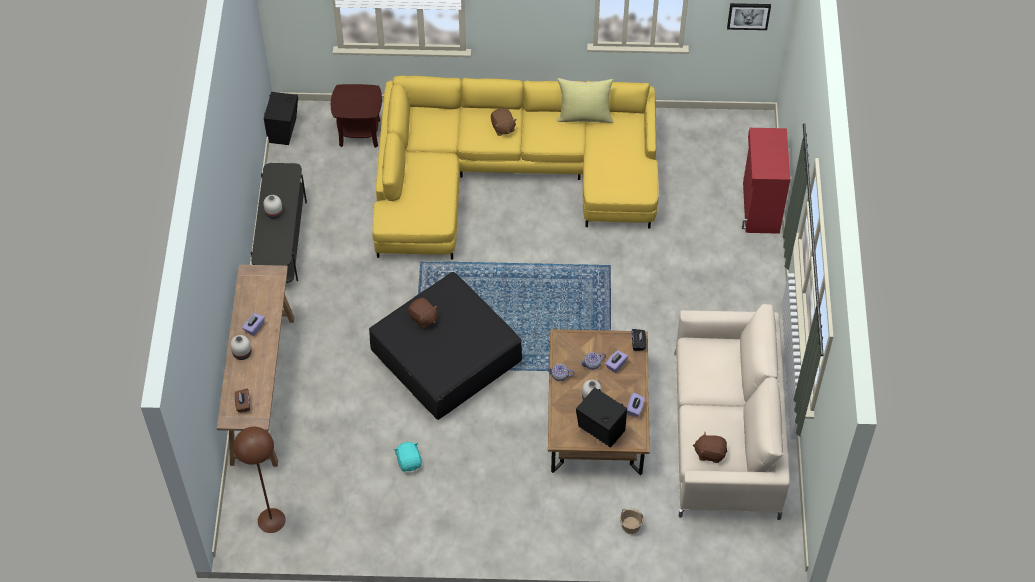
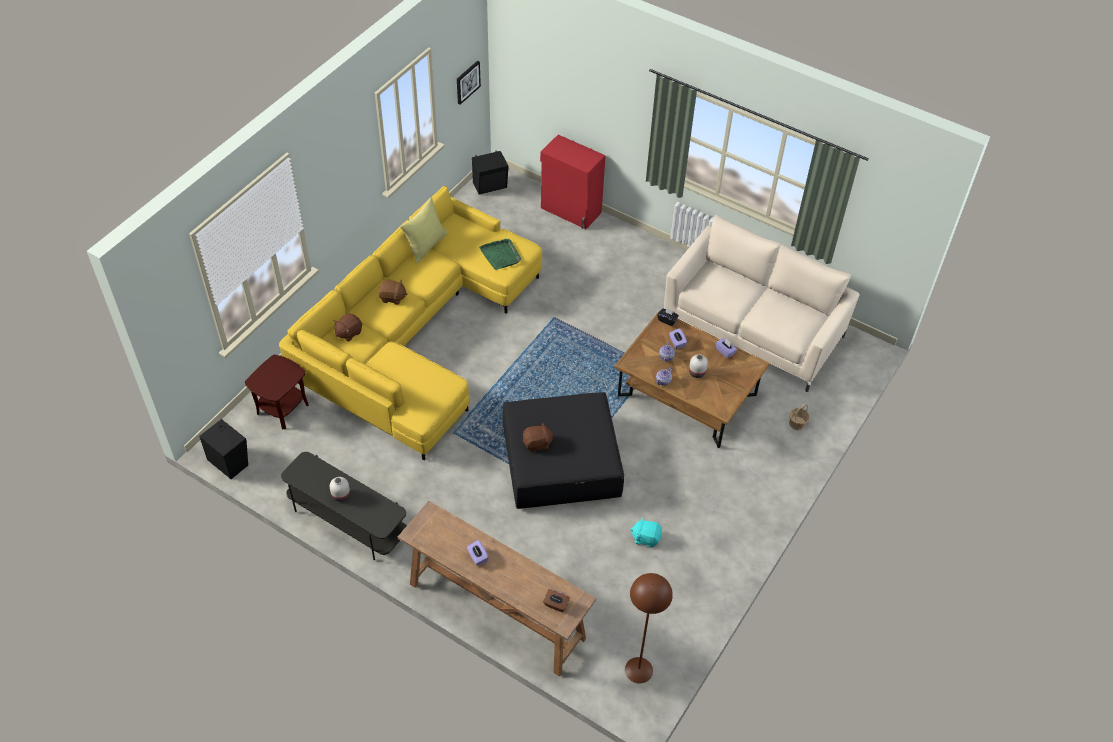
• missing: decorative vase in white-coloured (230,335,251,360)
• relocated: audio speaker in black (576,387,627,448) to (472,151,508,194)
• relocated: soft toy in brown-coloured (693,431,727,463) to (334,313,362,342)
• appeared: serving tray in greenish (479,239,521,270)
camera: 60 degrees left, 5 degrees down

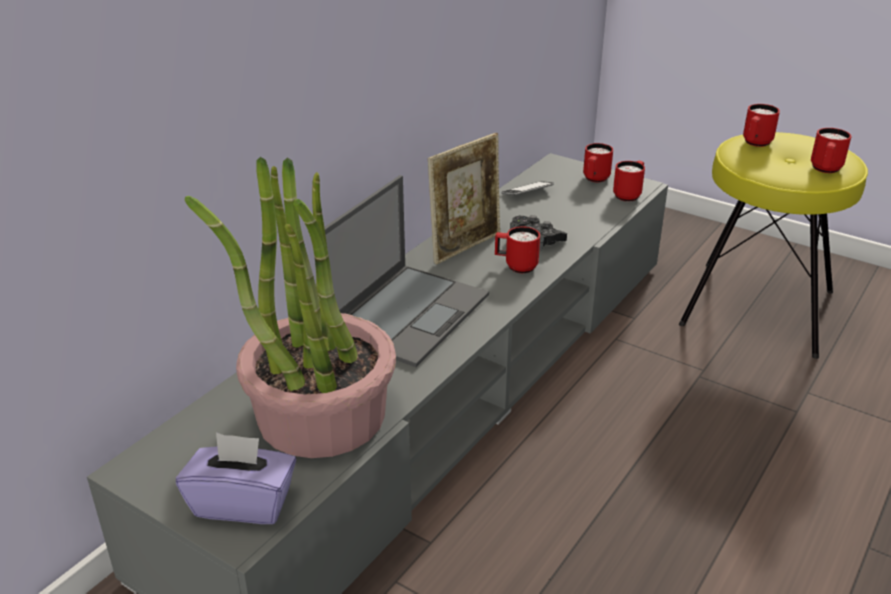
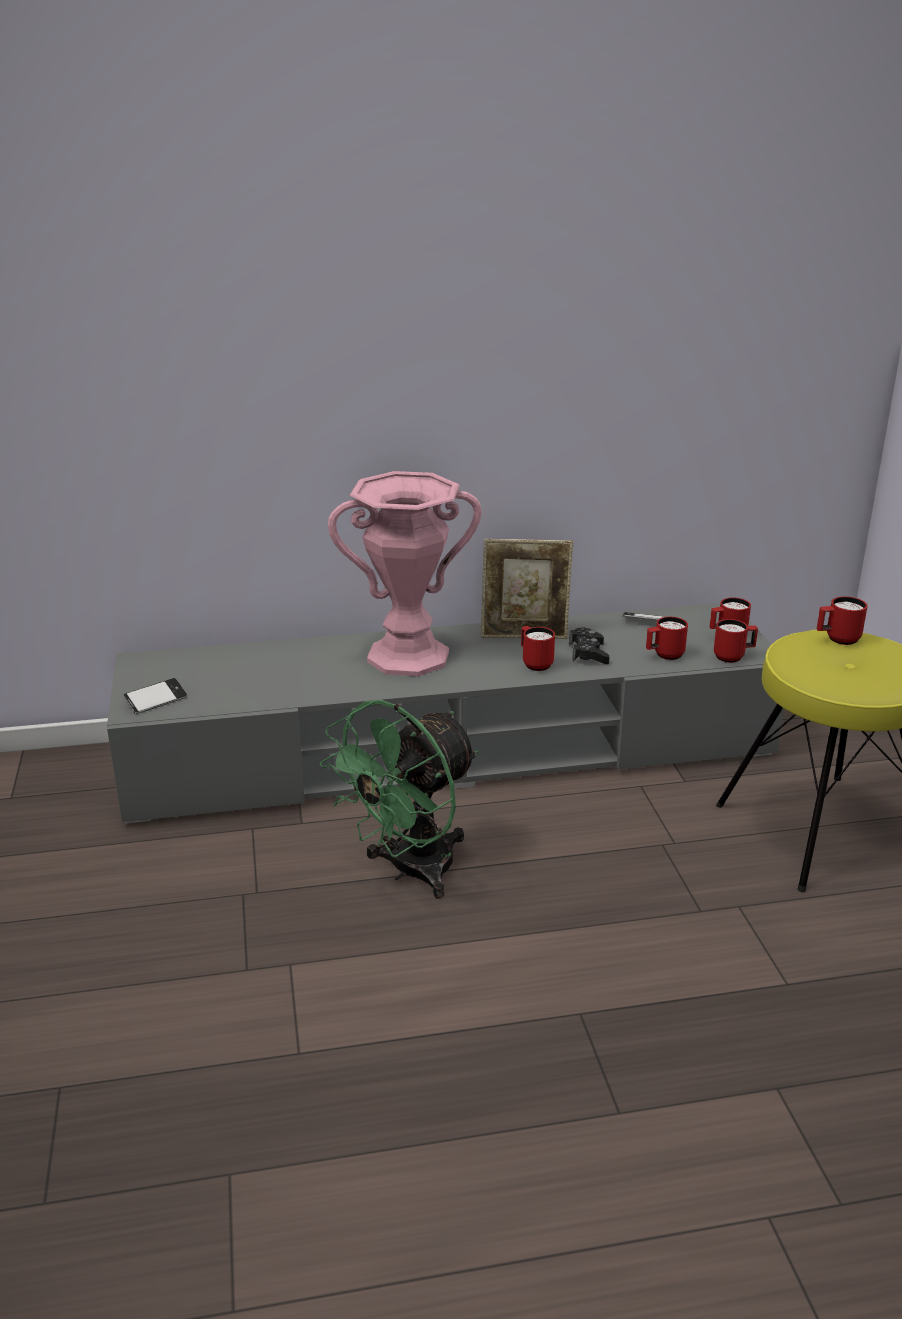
• exchanged: box of tissues in purplish (176,432,296,524) to handset (123,678,187,714)
• missing: houseplant (185,157,396,458)
• exchanged: portable computer (324,175,489,367) to decorative vase in pink-coloured (328,471,482,677)
• relocated: coffee mug in reddish (811,128,851,173) to (646,617,688,660)
• appeared: electric fan in greenish (320,700,478,898)
camera: 45 degrees right, 5 degrees down

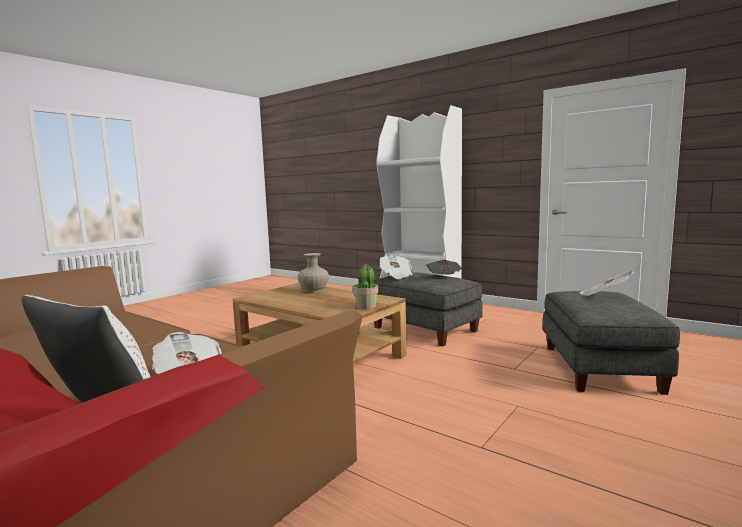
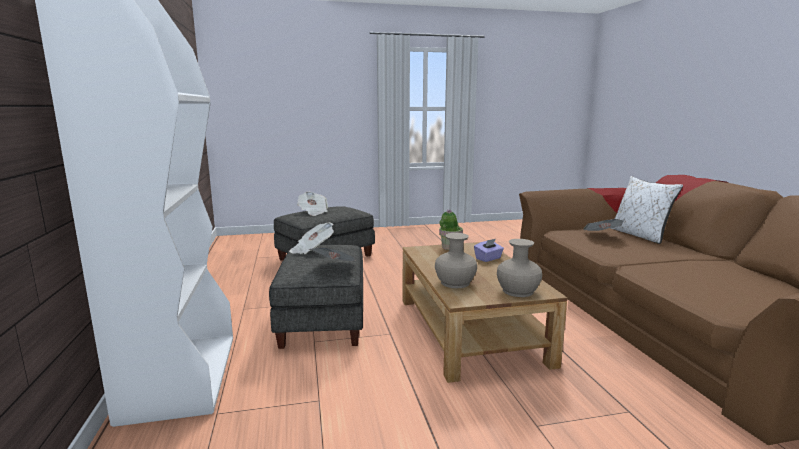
• appeared: box of tissues in purplish (474,239,504,262)
• appeared: decorative vase in beige-coloured (497,239,542,297)
camera: 140 degrees left, 5 degrees up

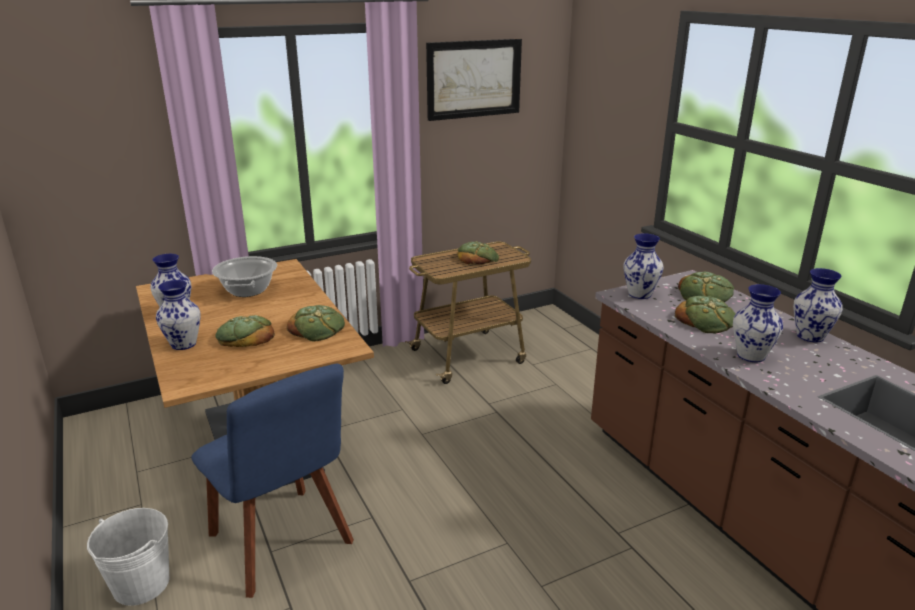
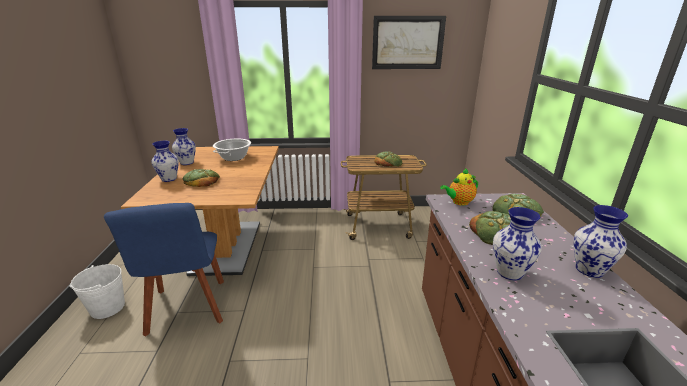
• missing: bakery bread (287,305,345,342)
• exchanged: decorative vase (624,233,664,299) to pot for tea (440,168,478,206)
camera: 25 degrees right, 0 degrees up

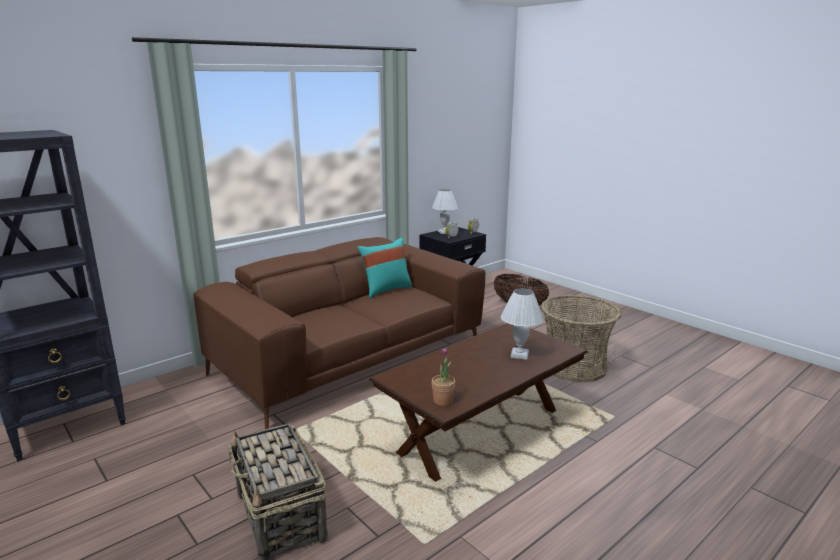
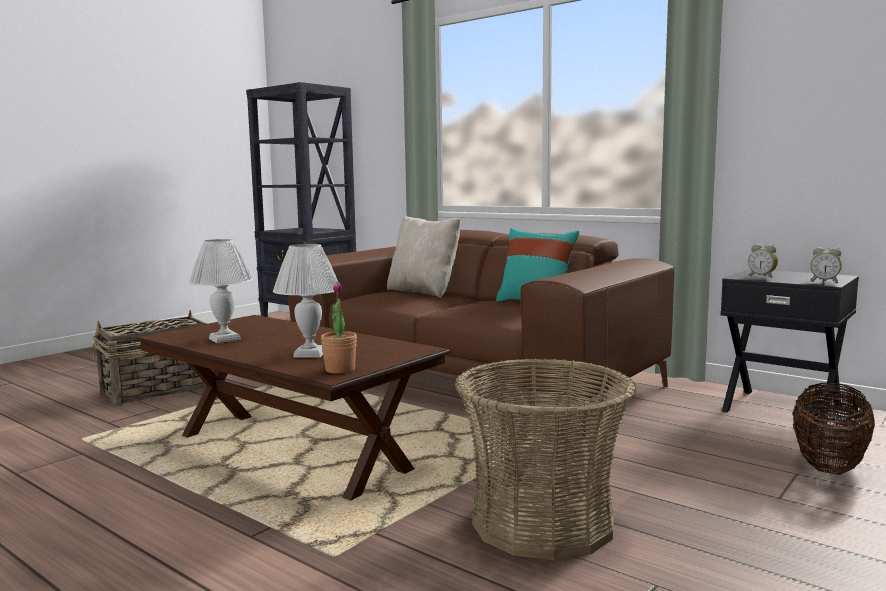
• relocated: table lamp in white-coloured (432,189,458,234) to (189,239,253,343)
• relocated: houseplant (432,347,455,406) to (321,282,357,374)
• appeared: throw pillow in beige-coloured (387,216,461,298)
camera: 80 degrees right, 10 degrees down

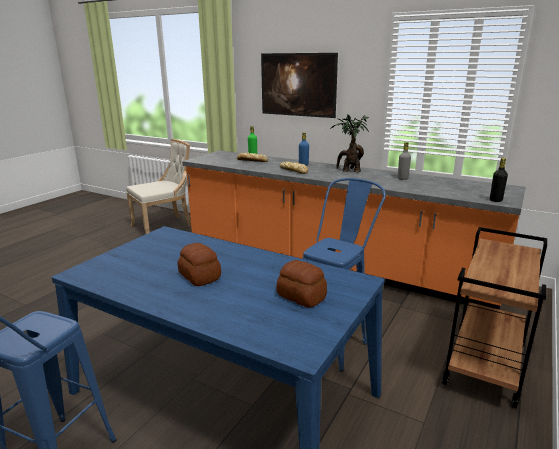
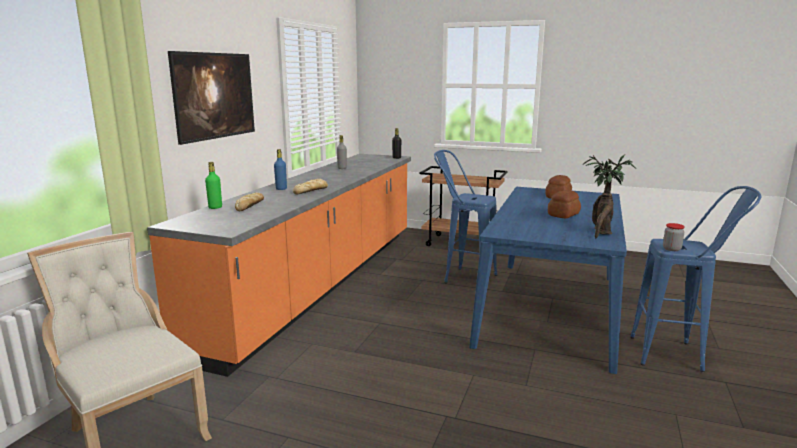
• relocated: houseplant (331,114,369,172) to (583,155,636,238)
• appeared: storage jar (663,223,685,251)
camera: 100 degrees left, 5 degrees down

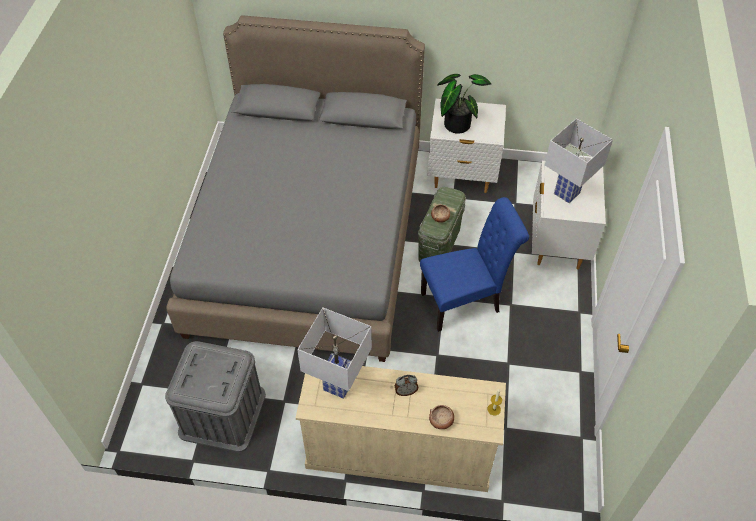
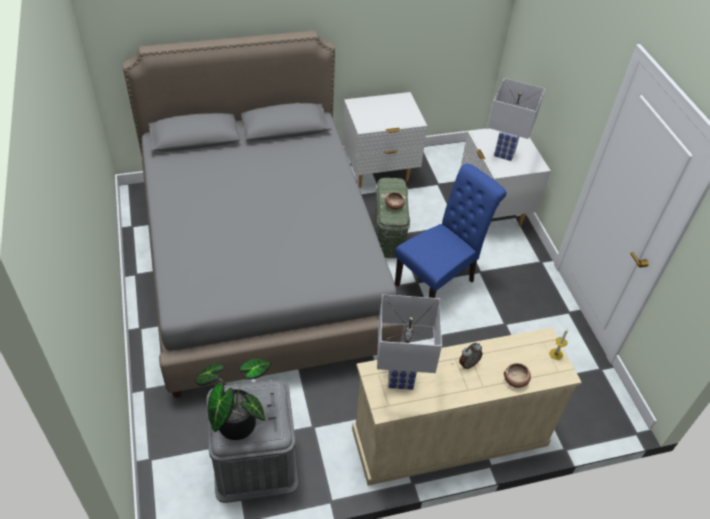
• relocated: houseplant (437,74,491,134) to (195,359,271,440)
camera: 25 degrees left, 5 degrees down

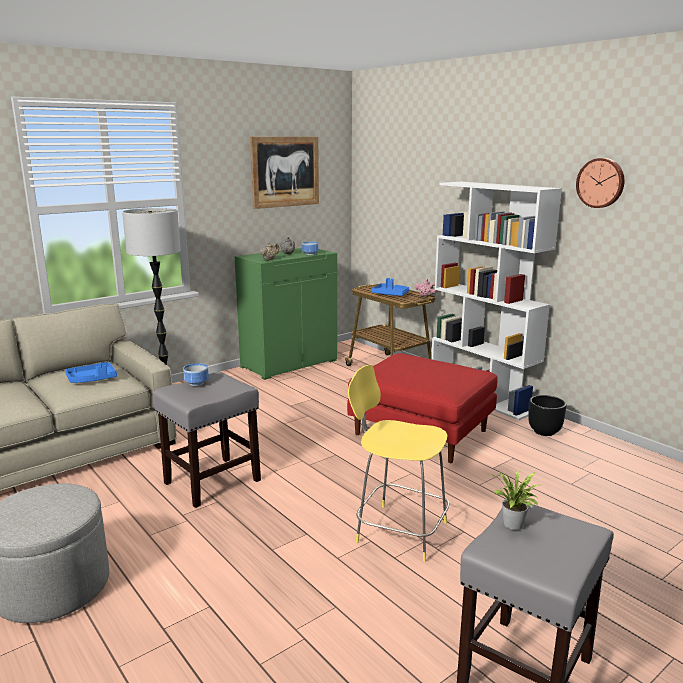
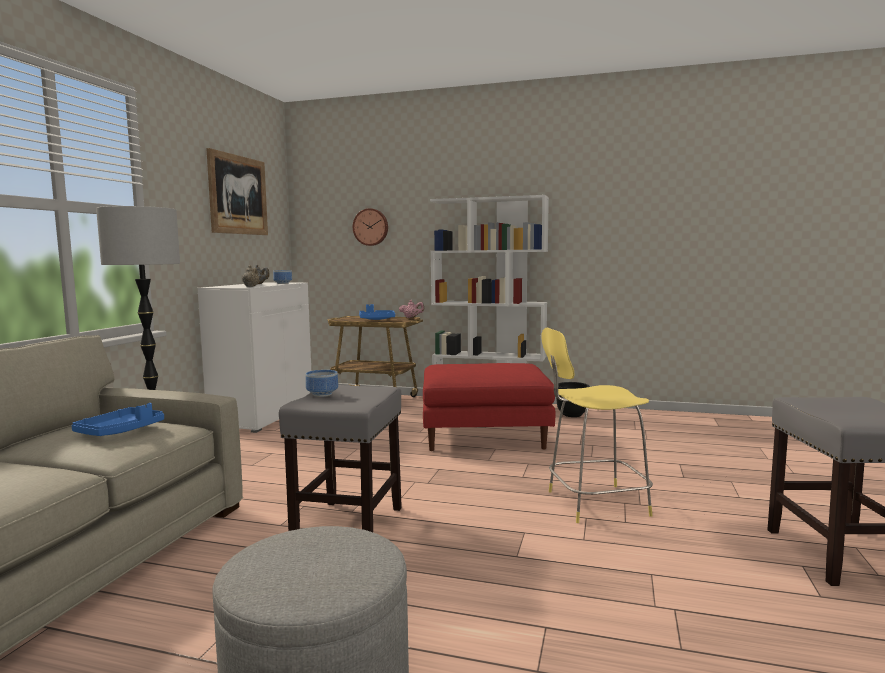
• colour: cabinet in greenish (235,248,337,380) to cabinet in white-coloured (198,282,311,433)
• missing: houseplant (489,470,540,530)
• relocated: wall clock (576,158,625,208) to (353,208,388,246)
camera: 35 degrees left, 10 degrees down

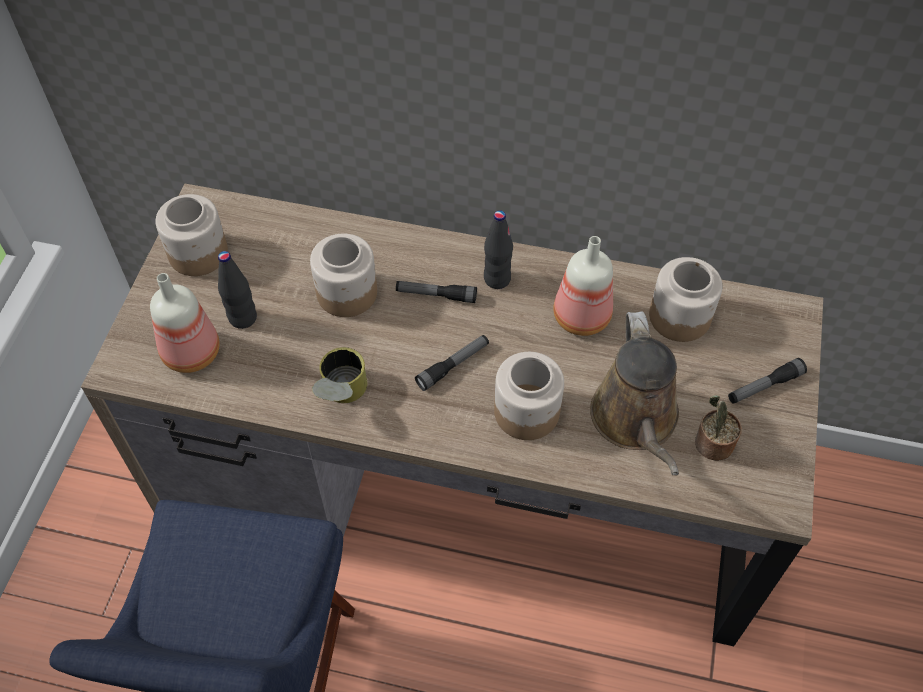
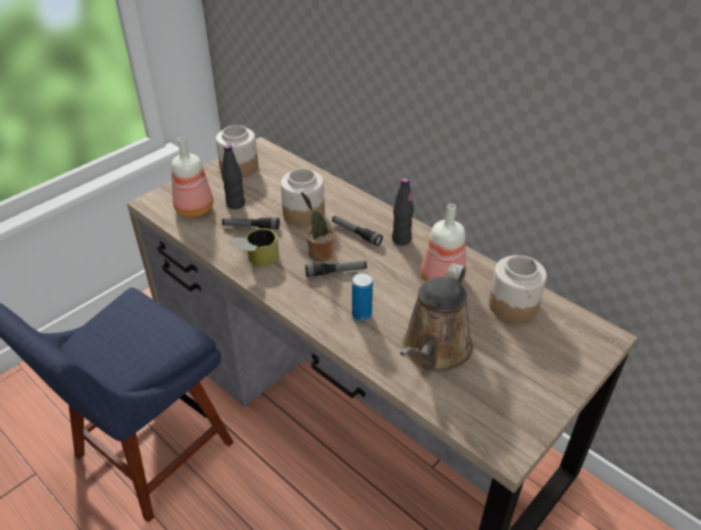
• exchanged: storage jar (494,352,564,440) to sealed can (352,272,373,321)
• relocated: houseplant (695,395,742,461) to (301,192,335,261)
• relocated: hand torch (728,358,807,404) to (222,217,280,229)
camera: 30 degrees right, 15 degrees down

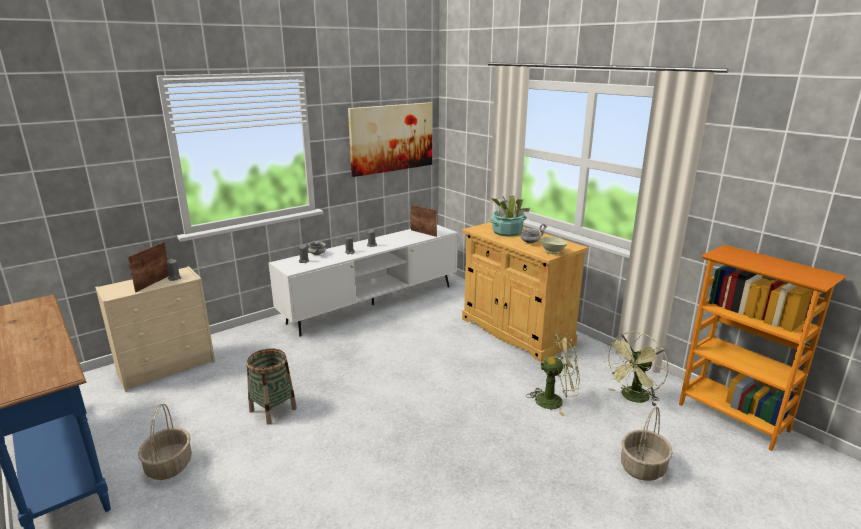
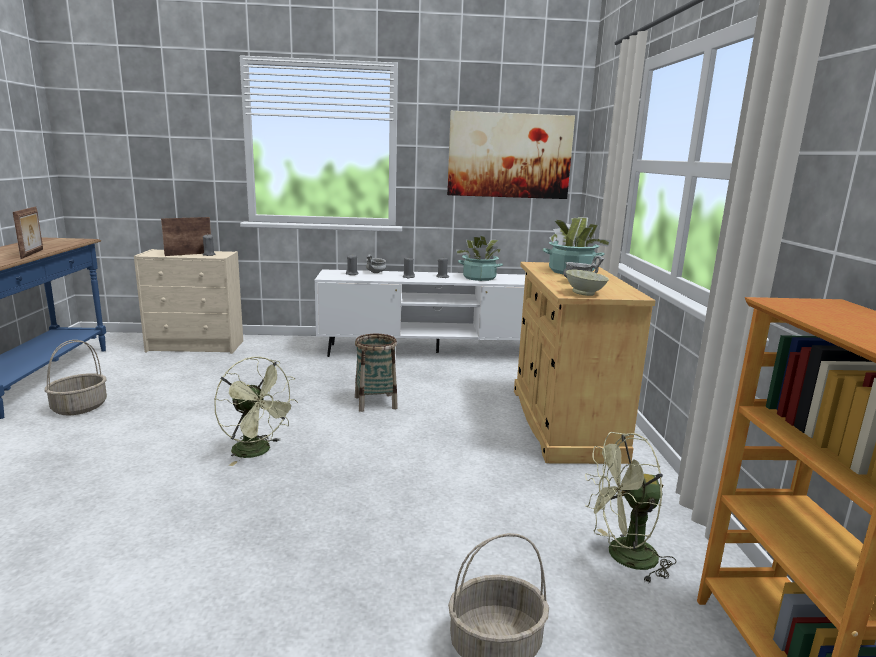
• relocated: household basket (247,349,297,425) to (355,334,398,412)
• relocated: photo frame (411,205,437,237) to (13,207,43,259)
• relocated: electric fan in greenish (526,333,580,416) to (214,357,298,466)
• appeared: houseplant (456,236,503,281)
camera: 35 degrees right, 5 degrees down

